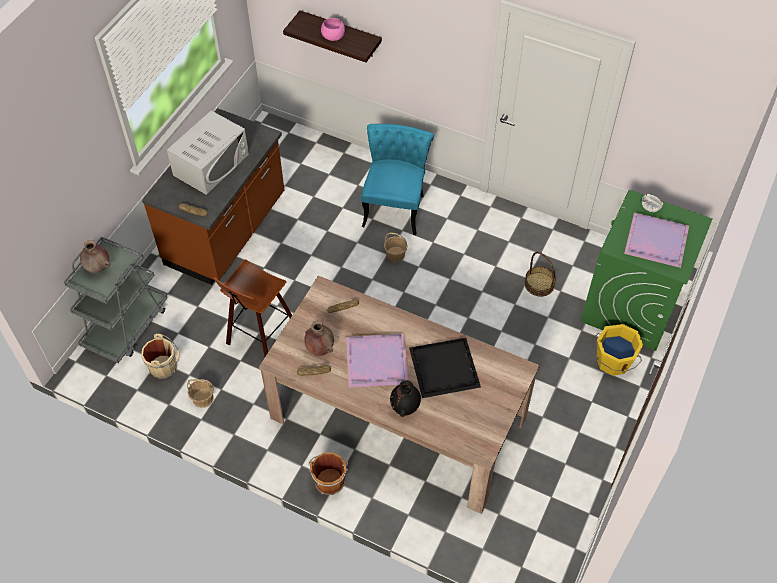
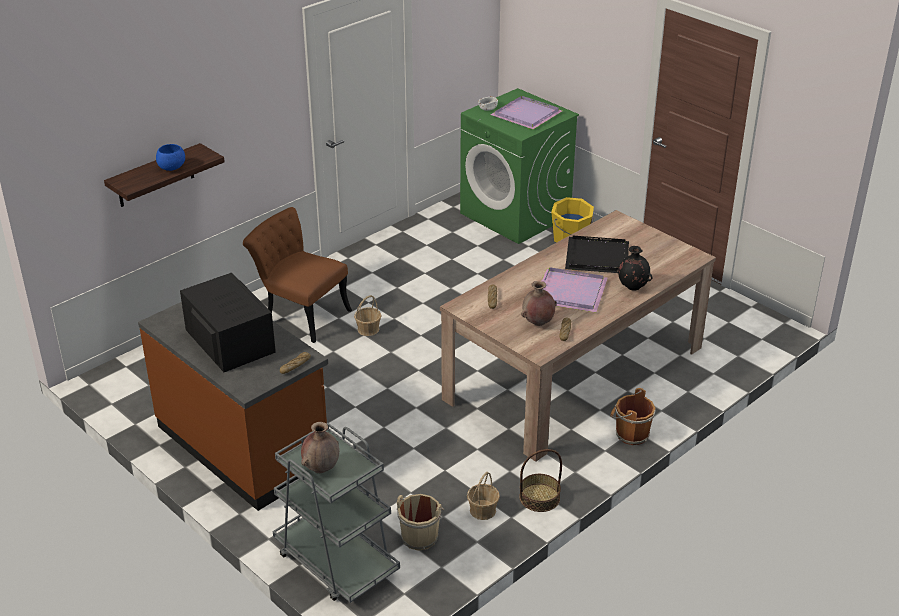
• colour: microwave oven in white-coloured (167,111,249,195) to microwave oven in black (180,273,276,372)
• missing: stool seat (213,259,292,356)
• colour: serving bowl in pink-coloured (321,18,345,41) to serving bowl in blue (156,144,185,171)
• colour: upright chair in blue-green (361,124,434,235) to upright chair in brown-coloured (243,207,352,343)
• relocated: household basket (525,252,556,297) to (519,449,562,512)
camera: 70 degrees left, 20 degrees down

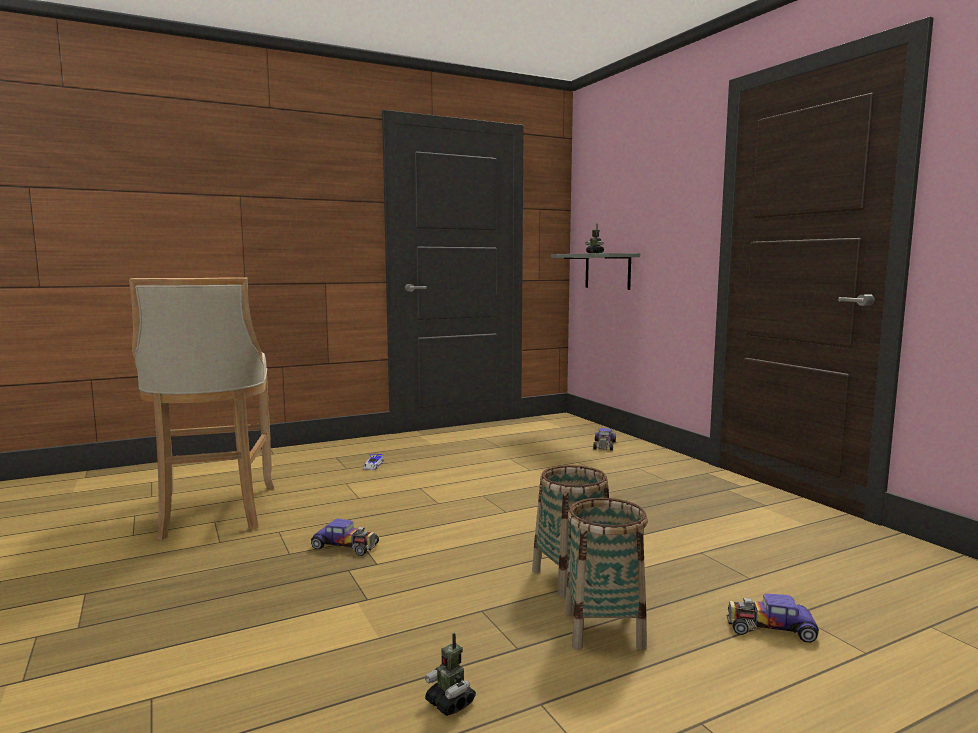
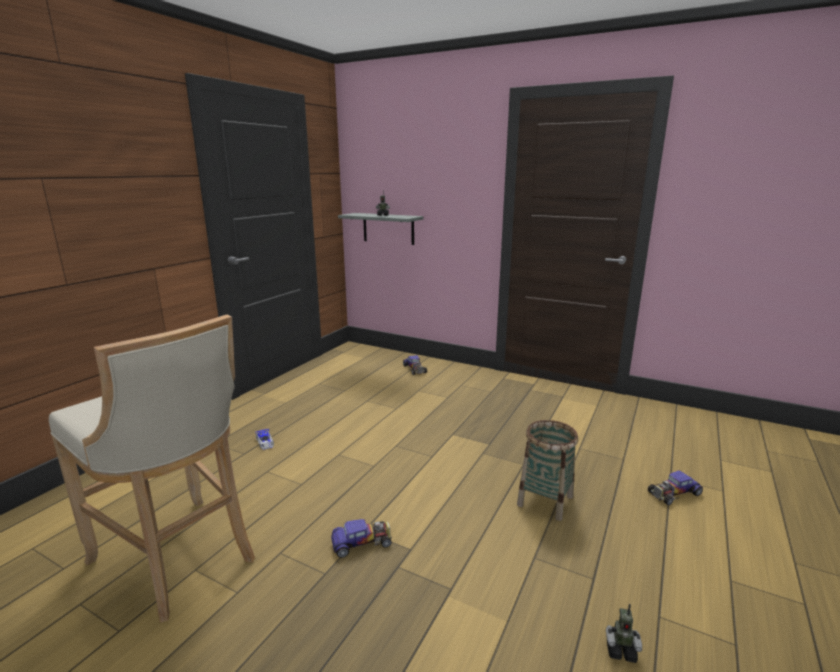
• missing: household basket (565,498,648,650)
camera: 35 degrees left, 10 degrees up

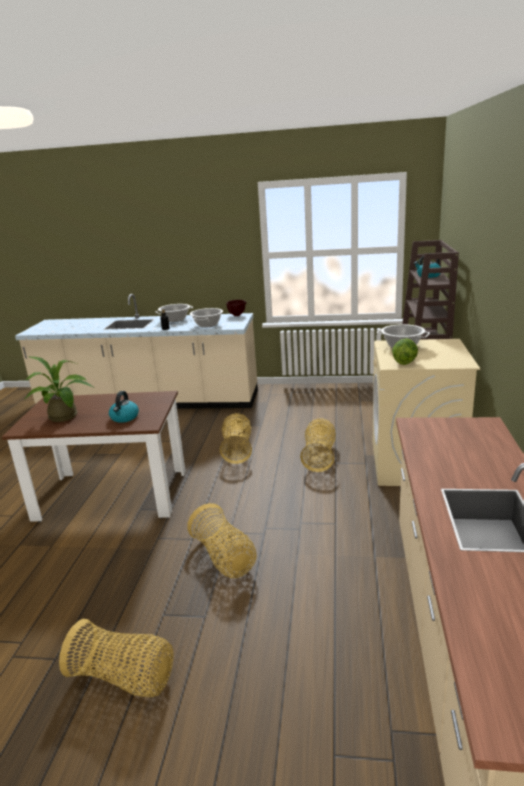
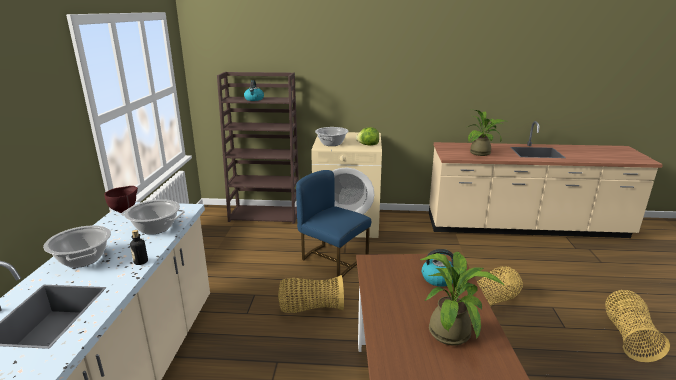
• exchanged: household basket (300,418,336,472) to upright chair in blue (296,170,371,277)
• appeared: houseplant (466,110,506,156)
camera: 95 degrees left, 0 degrees up

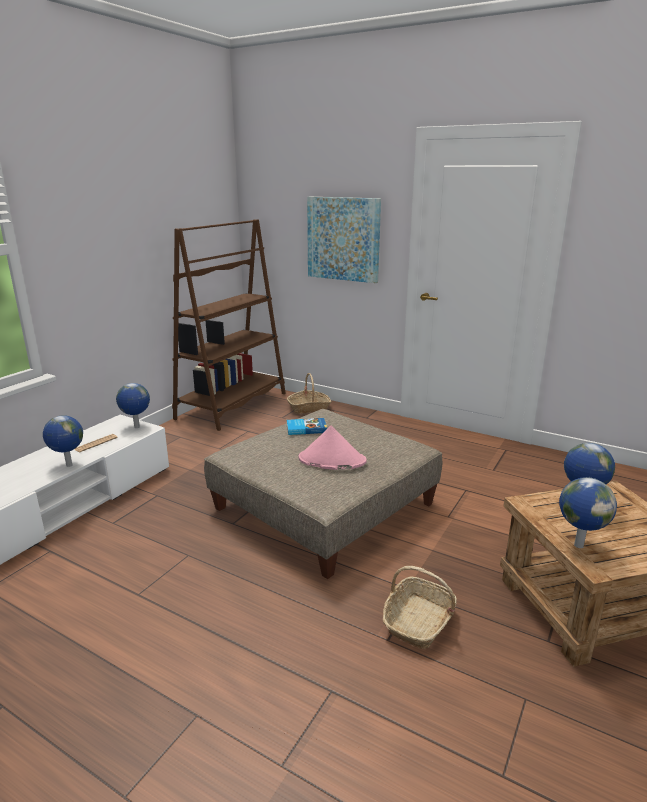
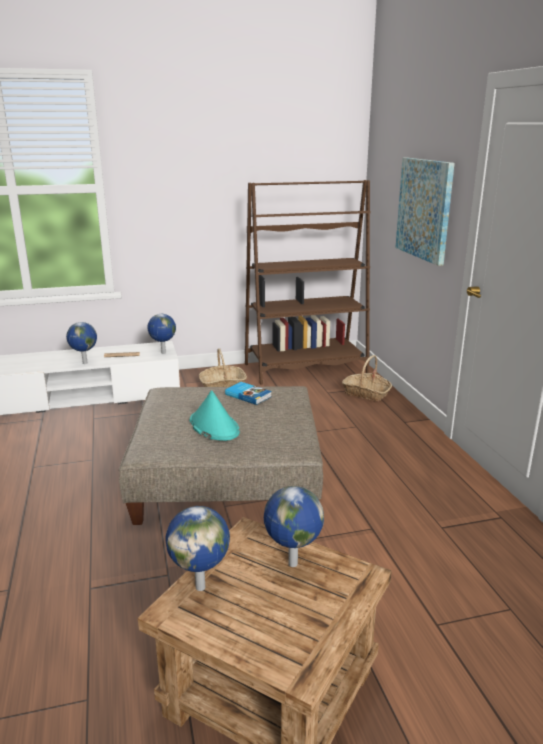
• colour: hat in pink-coloured (298,426,367,470) to hat in blue-green (190,390,240,441)
• relocated: household basket (383,566,457,649) to (199,348,247,387)
camera: 45 degrees right, 0 degrees up

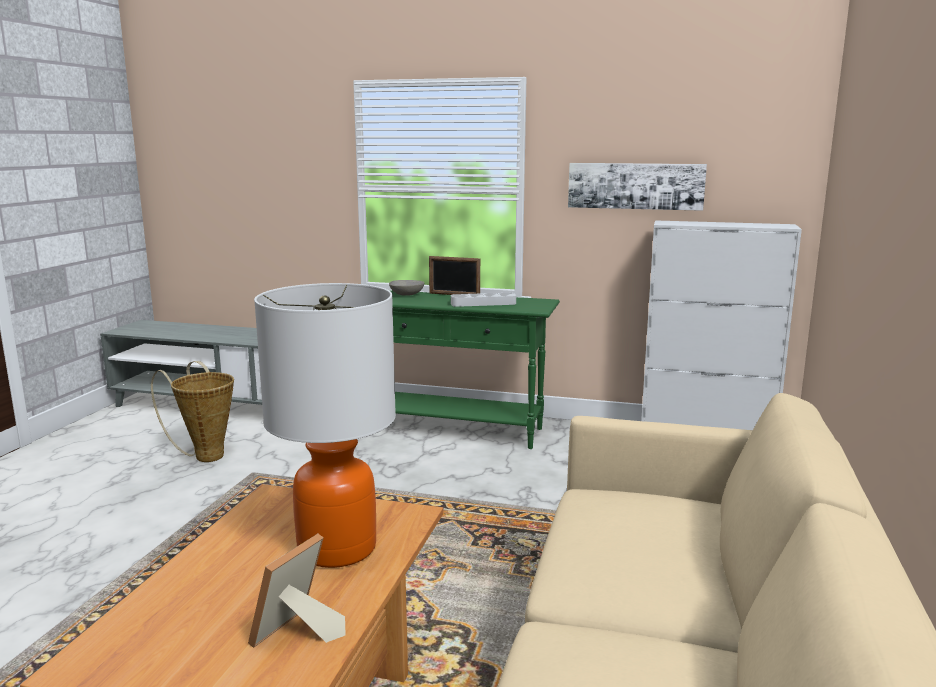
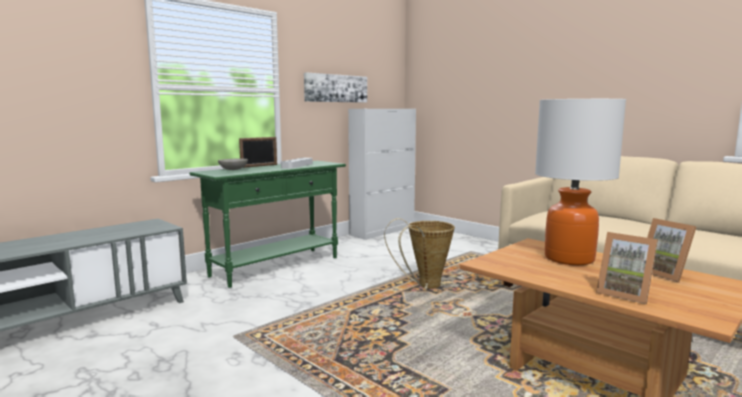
• relocated: household basket (151,361,234,462) to (384,218,455,289)
• appeared: photo frame (596,232,658,304)
camera: 60 degrees left, 5 degrees down

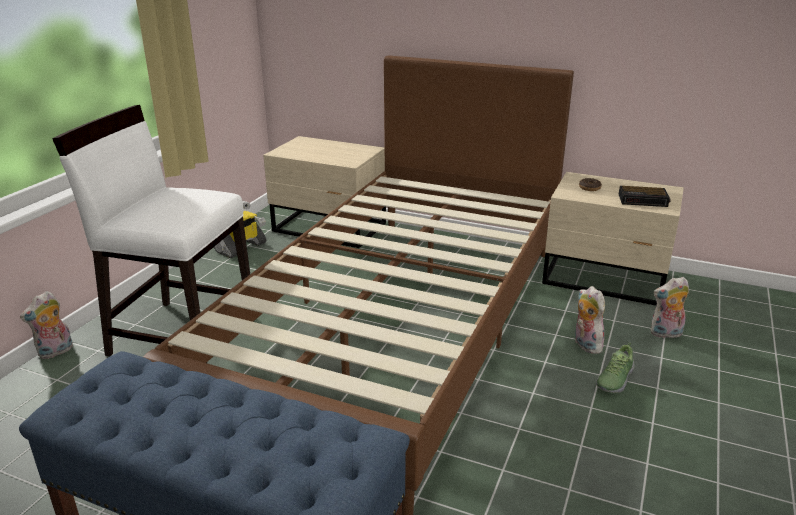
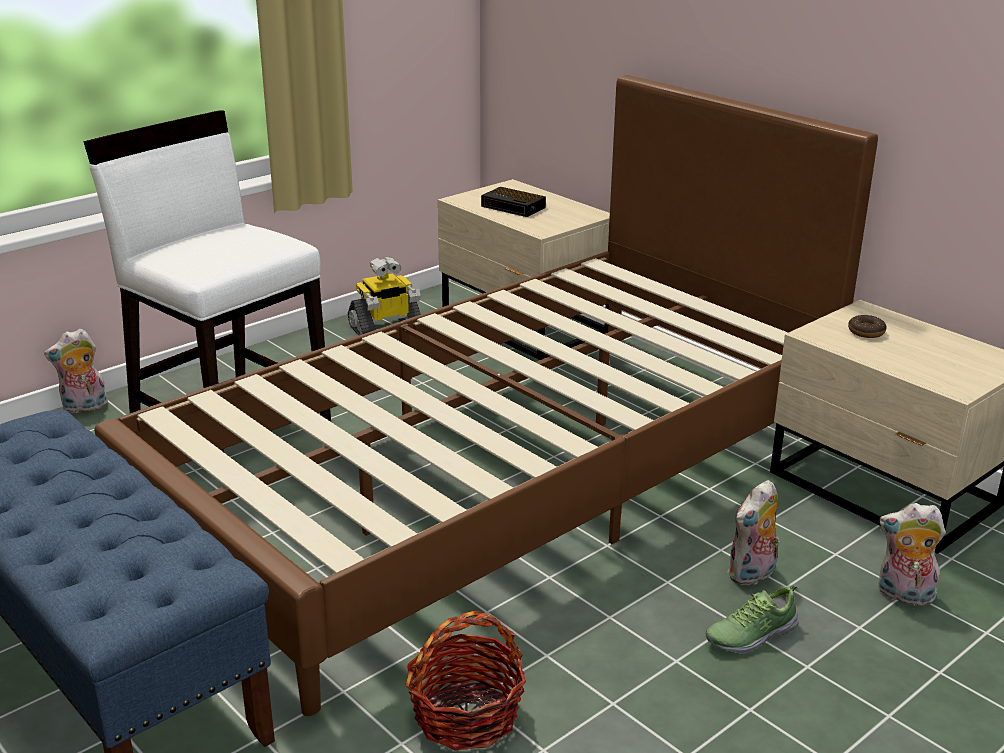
• spun: soft toy (575,286,605,354) = (727,480,781,585) 135 degrees counterclockwise
• relocated: alarm clock (619,186,671,207) to (481,187,546,217)
• appeared: household basket (406,611,526,751)
camera: 25 degrees right, 0 degrees up

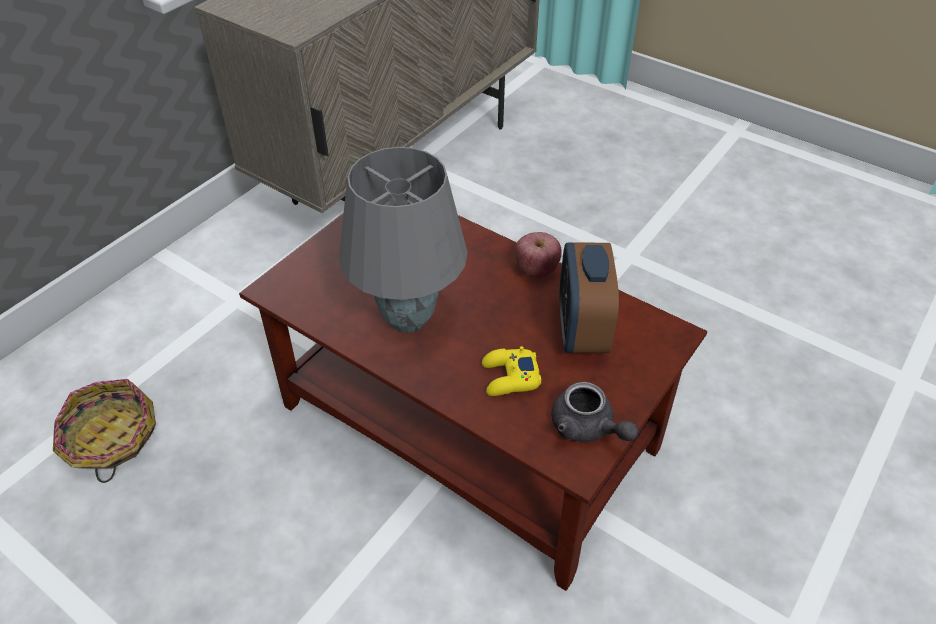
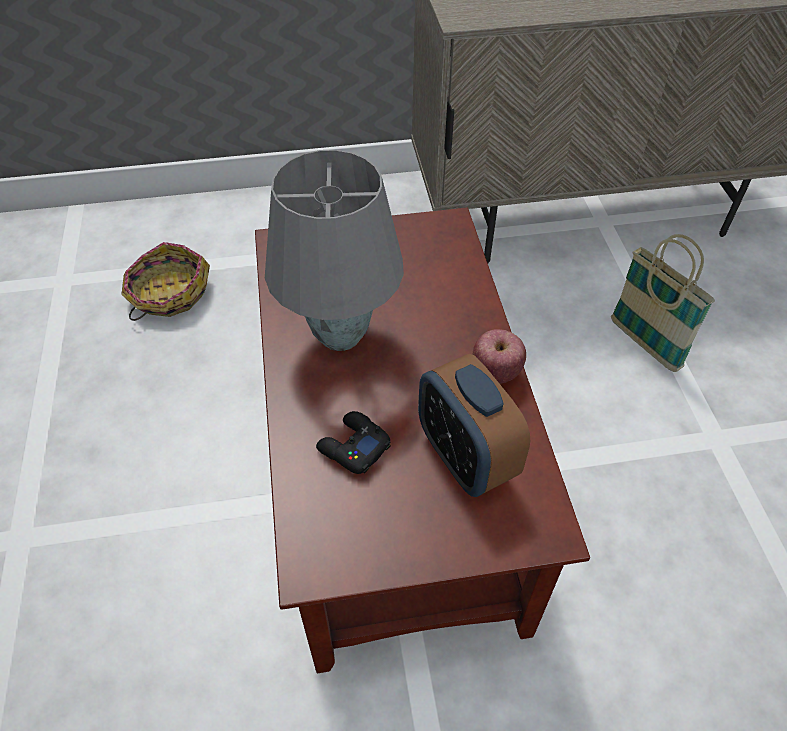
• colour: joypad in yellow (482,346,541,396) to joypad in black (316,411,391,474)
• missing: pot for tea in grey (551,382,639,442)
• spun: alarm clock (559,242,619,353) = (418,354,530,497) 75 degrees counterclockwise
• appeared: household basket (611,234,715,372)
camera: 45 degrees right, 5 degrees up

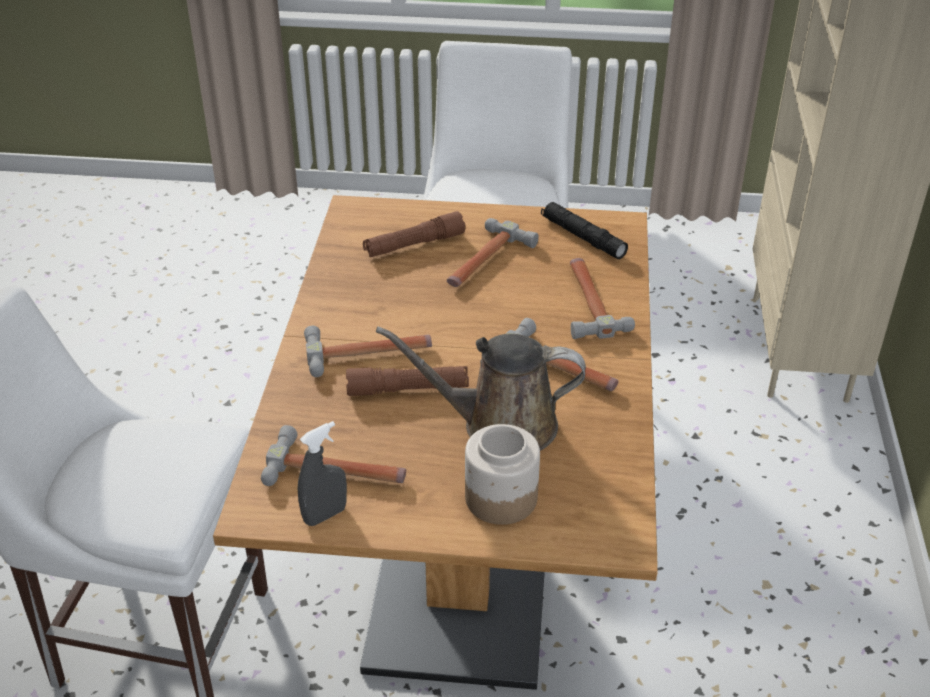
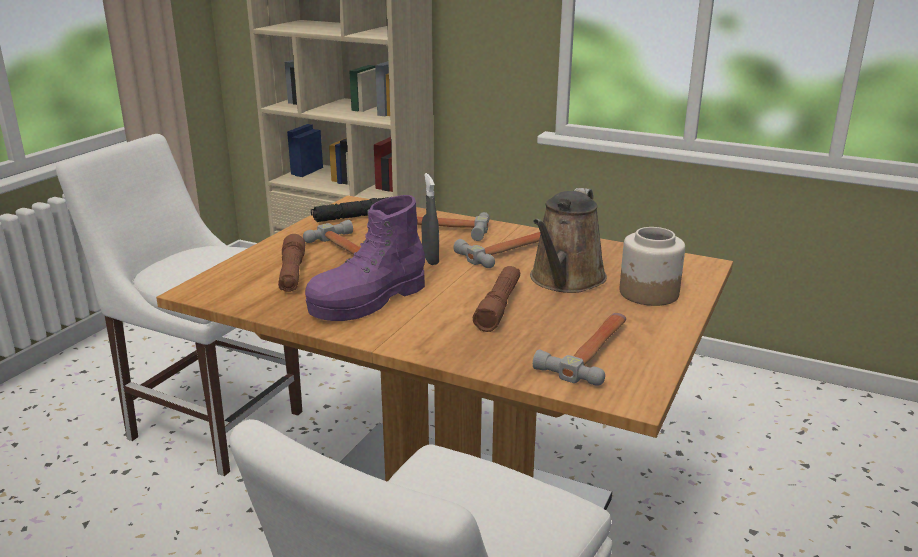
• relocated: spray bottle in grey (298,421,347,526) to (422,173,439,265)
• missing: hammer (304,326,432,377)
• appeared: boot in purplish (305,195,425,321)
camera: 70 degrees left, 15 degrees down

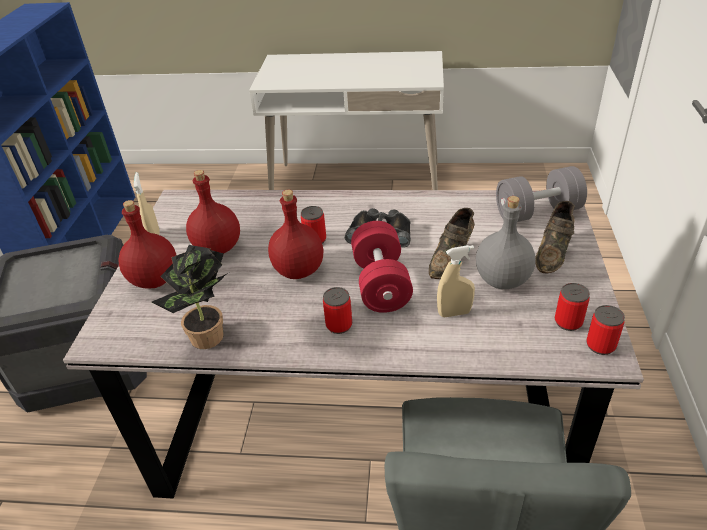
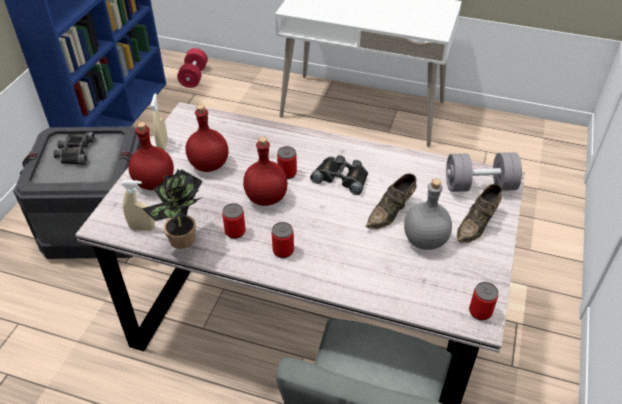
• relocated: dumbbell in reddish (351,221,413,313) to (177,48,208,88)
• relocated: spray bottle in beige-coloured (437,245,475,317) to (121,180,155,231)
• relocated: sealed can (555,283,590,331) to (222,203,246,239)
• appeared: binoculars in black (53,132,95,165)
camera: 10 degrees right, 5 degrees up

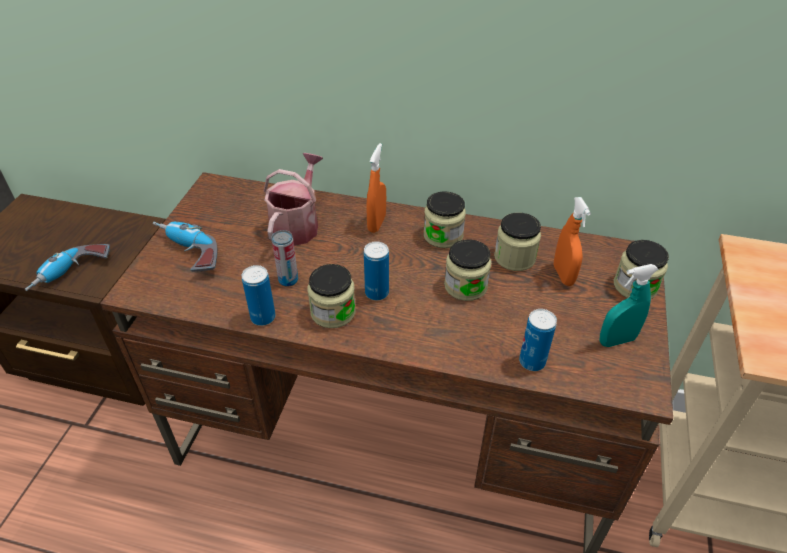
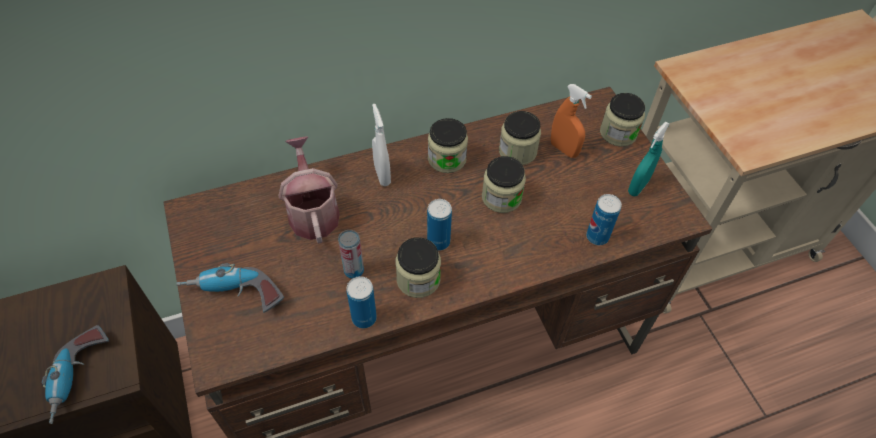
• colour: spray bottle in orangey (366,143,386,233) to spray bottle in white-coloured (372,104,391,186)
camera: 35 degrees left, 10 degrees up

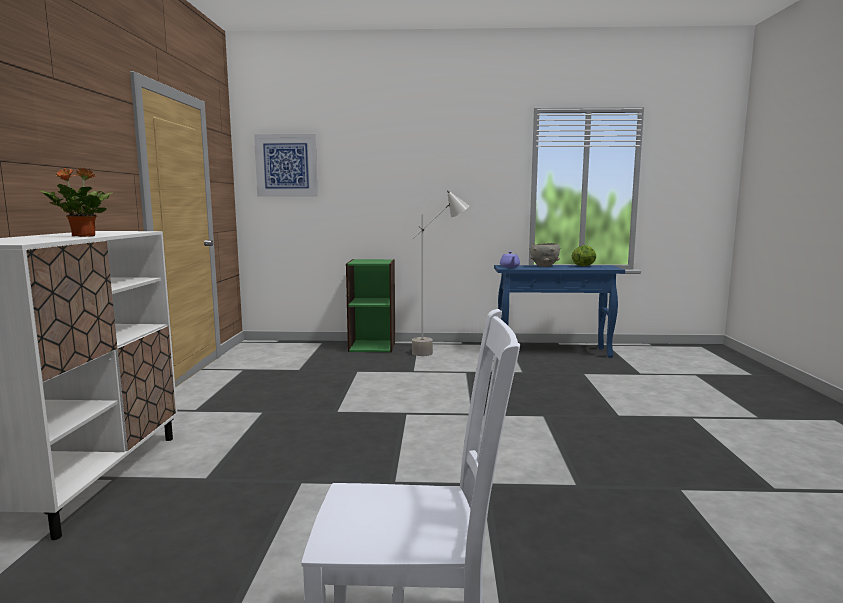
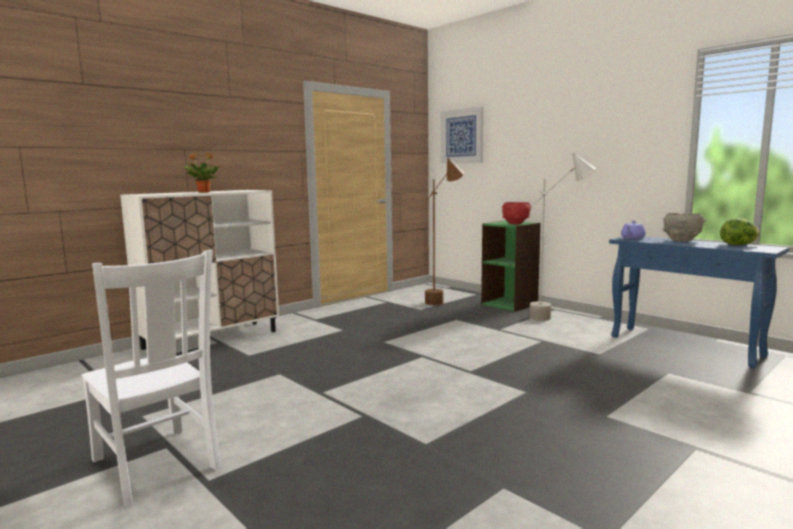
• appeared: floor lamp in brown-coloured (425,158,464,305)
• appeared: serving bowl in reddish (502,202,531,224)
camera: 45 degrees right, 0 degrees up

